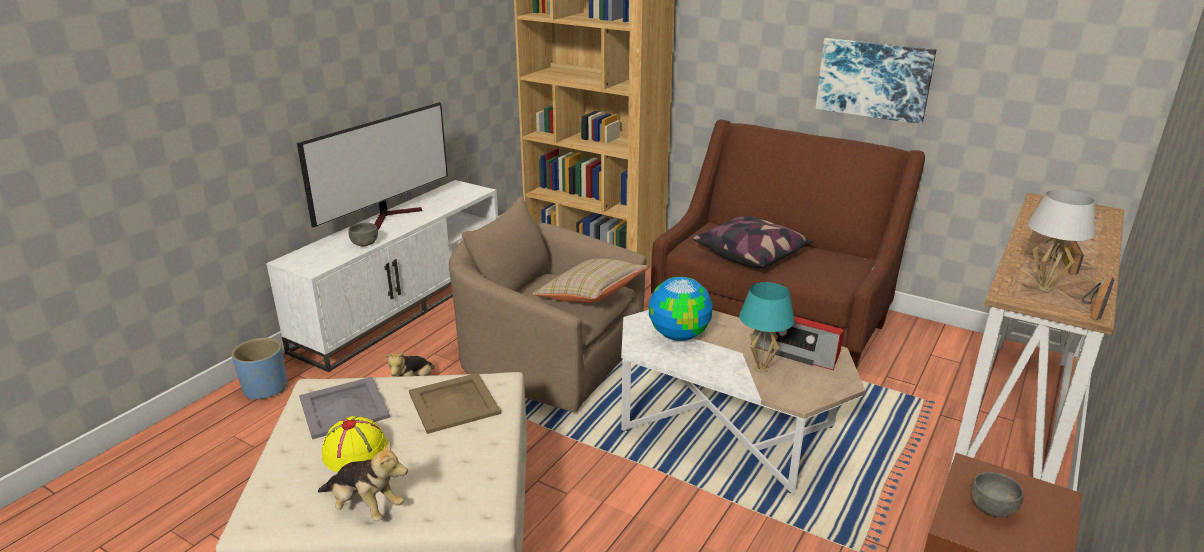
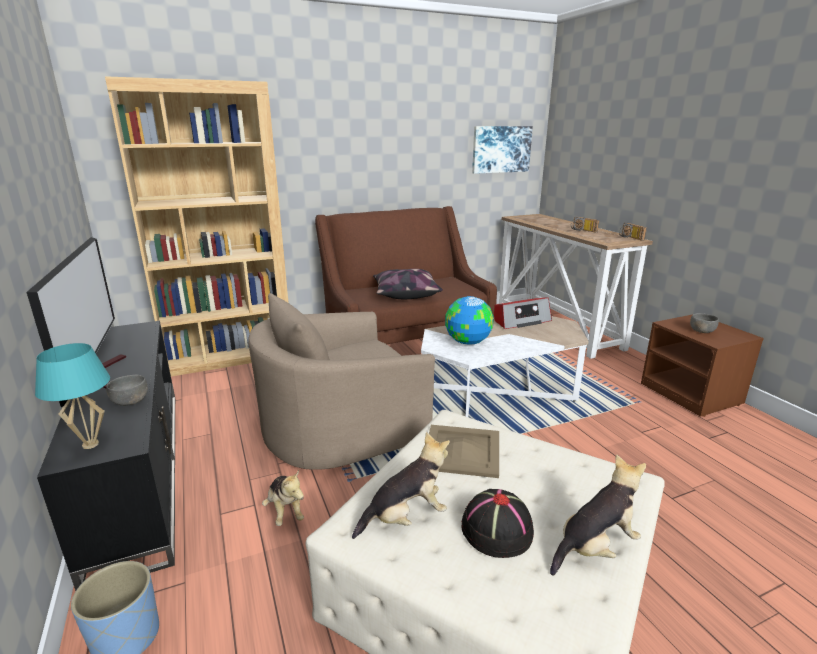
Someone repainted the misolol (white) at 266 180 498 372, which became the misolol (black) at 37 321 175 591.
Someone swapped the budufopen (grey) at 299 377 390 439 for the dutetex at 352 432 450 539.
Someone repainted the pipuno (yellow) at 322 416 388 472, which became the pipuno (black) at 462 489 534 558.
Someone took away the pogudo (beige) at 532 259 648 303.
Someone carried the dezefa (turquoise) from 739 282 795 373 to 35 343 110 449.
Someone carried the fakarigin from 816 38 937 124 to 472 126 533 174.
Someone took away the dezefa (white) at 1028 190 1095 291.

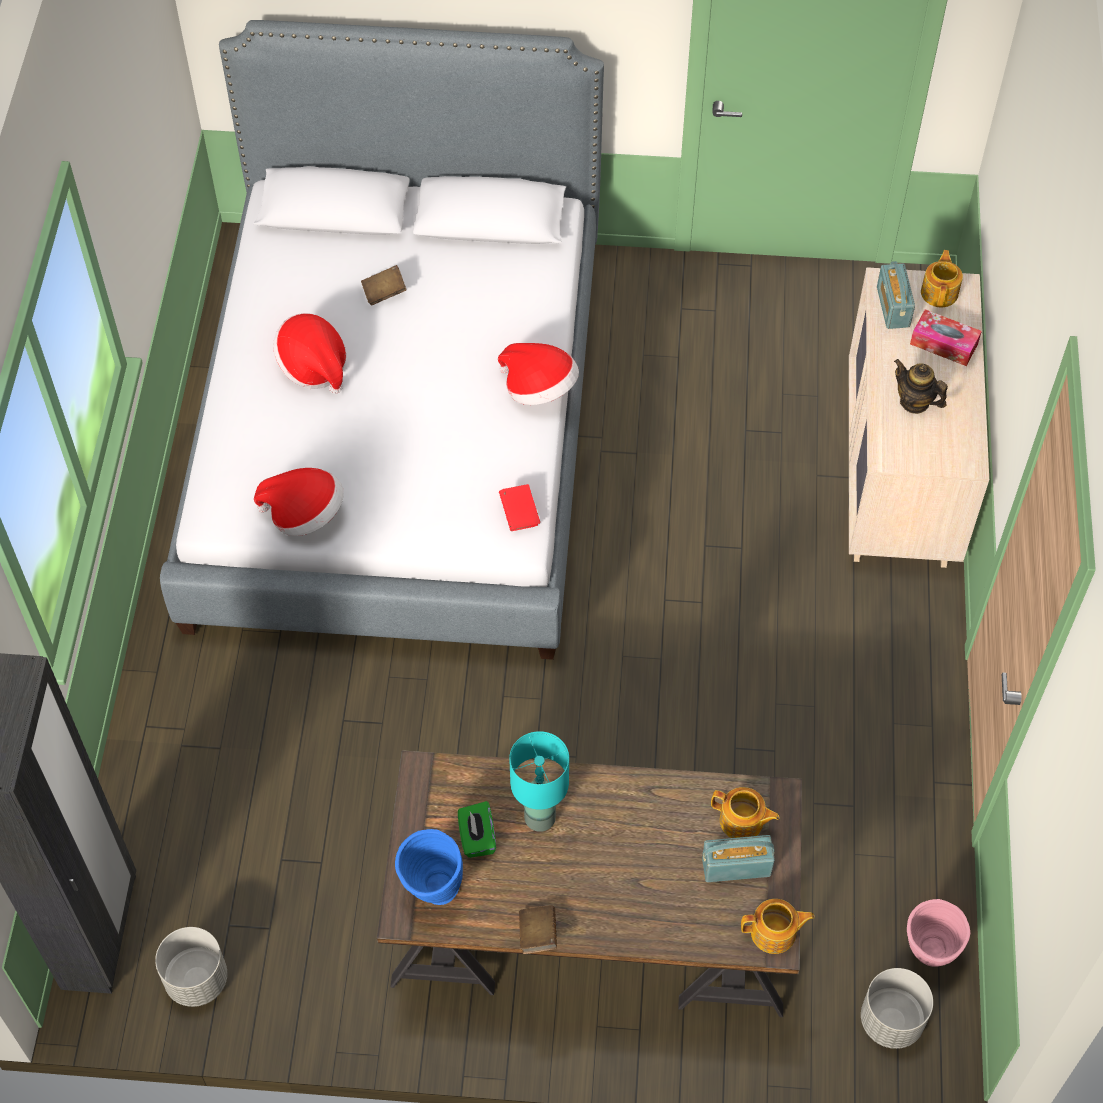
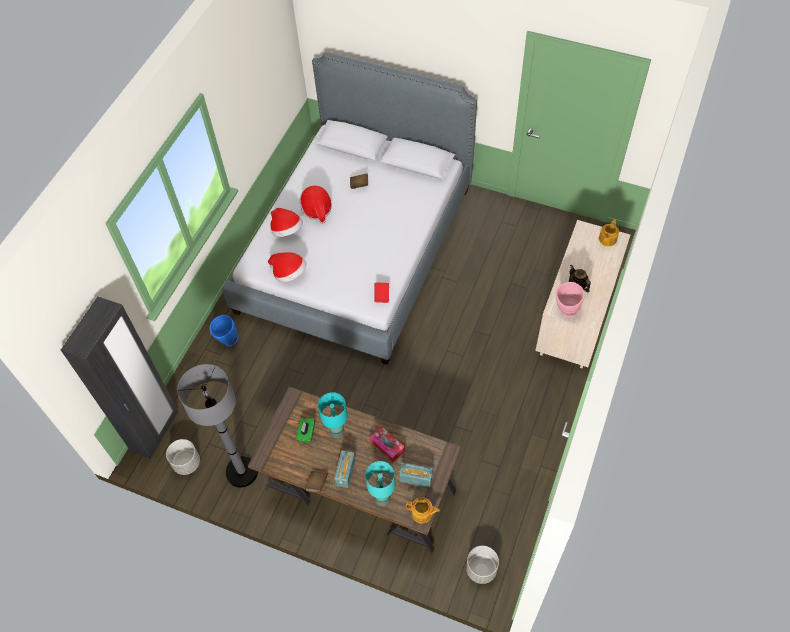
Someone carried the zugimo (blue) from 395 829 463 905 to 210 315 238 346.
Someone carried the pipuno from 498 343 579 405 to 271 208 303 237.
Someone took away the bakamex at 711 787 780 838.
Someone carried the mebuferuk from 877 261 915 329 to 334 450 356 488.
Someone carried the zugimo (pink) from 907 899 970 967 to 556 282 585 317.
Someone carried the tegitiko from 910 309 982 366 to 369 426 405 463.
Someone put down the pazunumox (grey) at 177 364 258 488.
Someone put down the dezefa (turquoise) at 365 461 395 506.

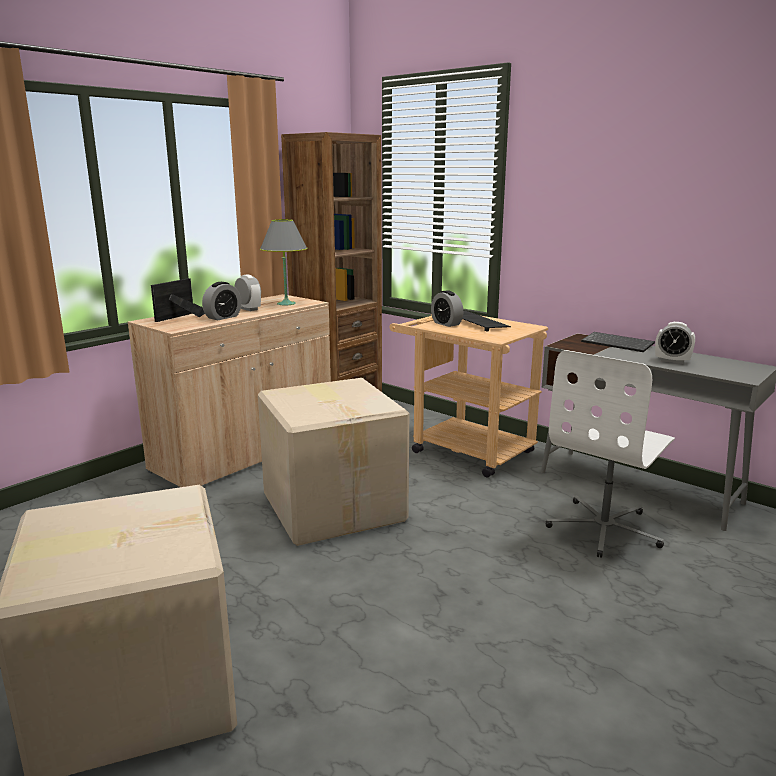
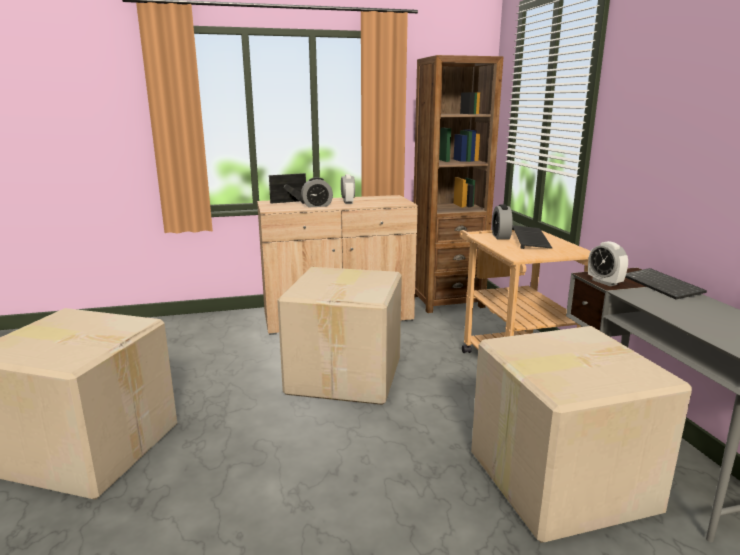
Someone took away the dezefa (grey) at 260 219 307 305.
Someone swapped the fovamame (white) at 545 350 675 558 for the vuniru at 471 326 692 543.
Someone carried the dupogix from 655 322 695 364 to 588 241 628 286.

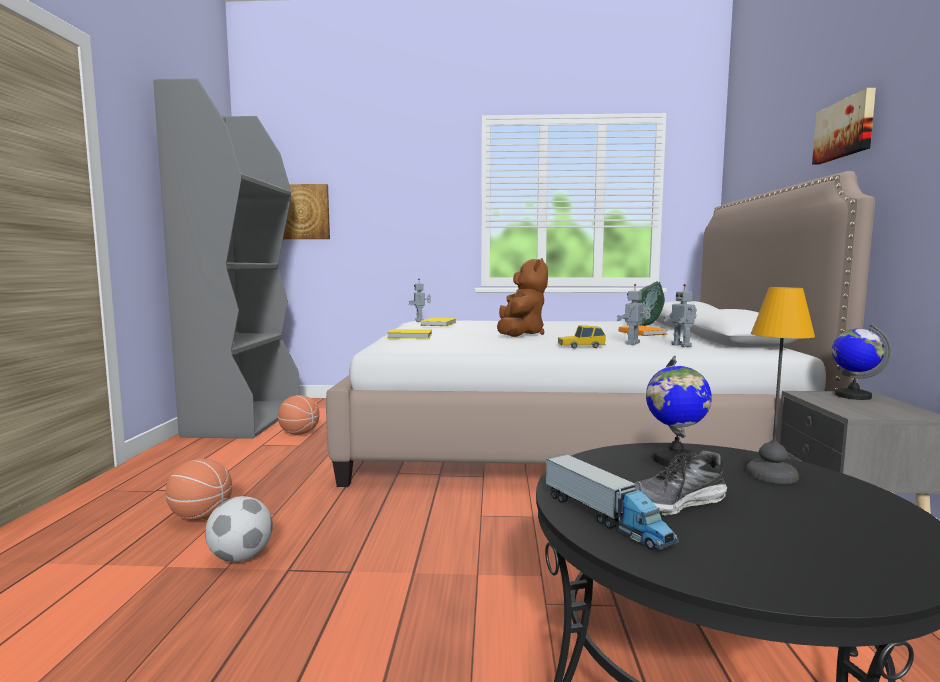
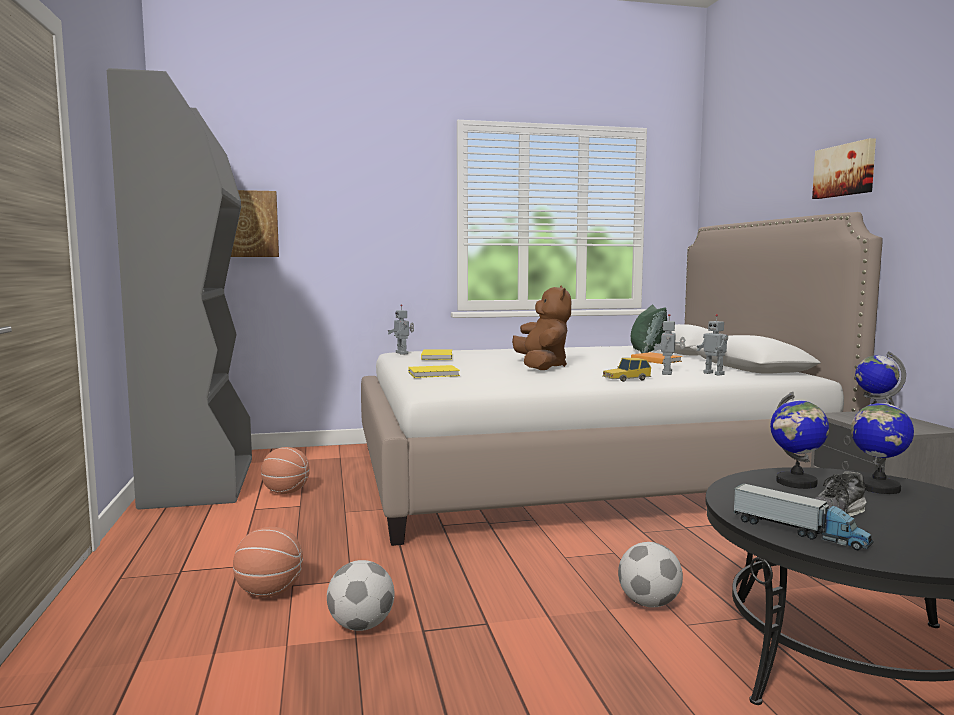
Someone swapped the dezefa at 746 287 815 484 for the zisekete at 851 395 914 494.
Someone put down the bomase at 618 542 683 607.

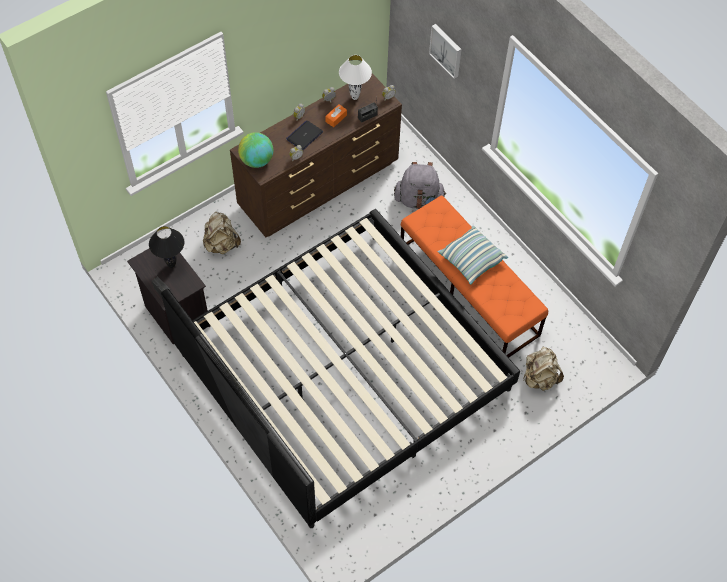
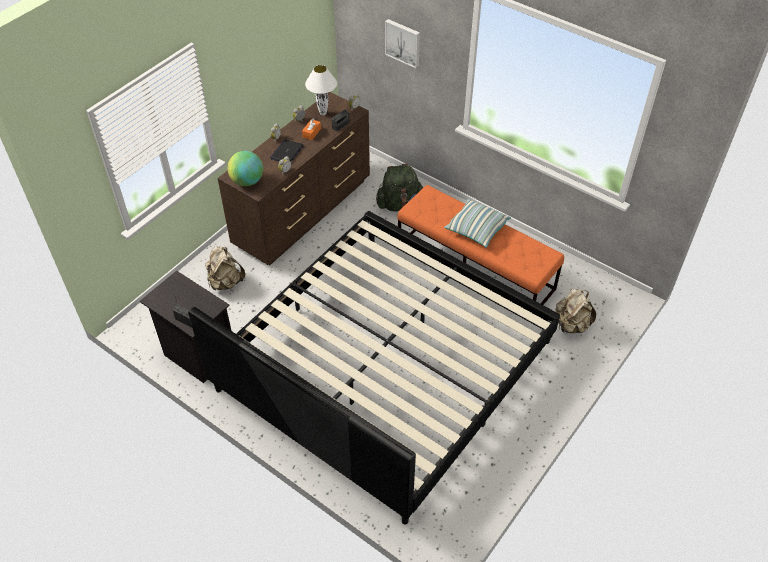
Someone took away the dezefa (black) at 149 226 184 268.
Someone repainted the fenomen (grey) at 394 162 446 209, which became the fenomen (green) at 376 164 423 211.

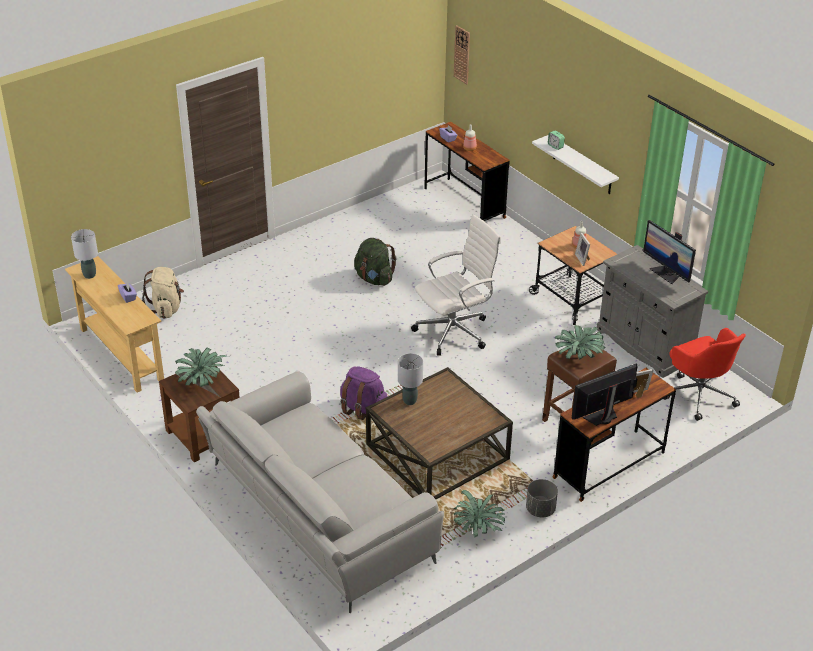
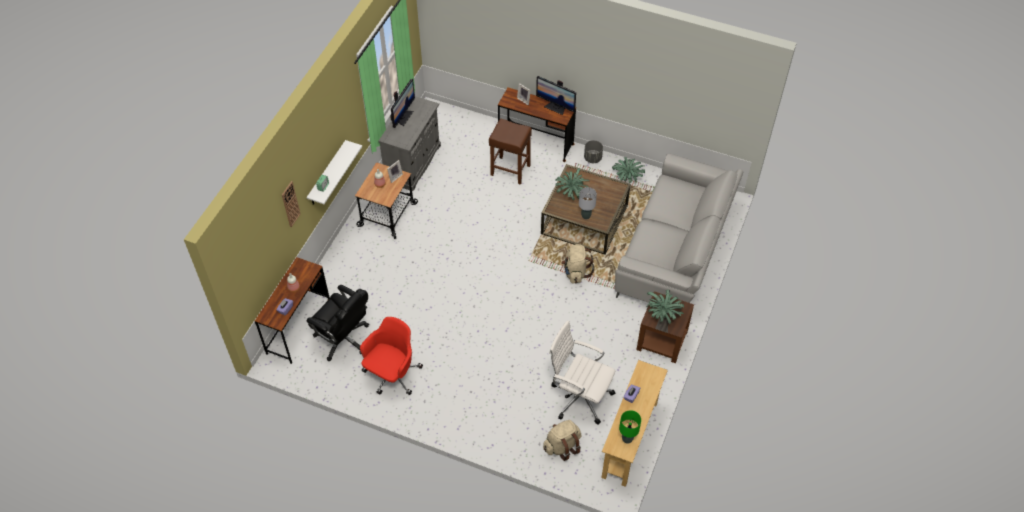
Someone repainted the dezefa (grey) at 71 229 98 279, which became the dezefa (green) at 619 410 641 444.
Someone repainted the fenomen (purple) at 340 366 388 420, which became the fenomen (beige) at 562 244 594 283.
Someone took away the fenomen (green) at 354 238 397 286.
Someone carried the fovamame (white) from 411 214 501 356 to 549 321 616 424.
Someone carried the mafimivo from 454 25 470 84 to 282 181 301 227.
Someone carried the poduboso from 555 325 605 360 to 555 168 589 200.
Someone carried the fovamame (red) from 664 328 746 421 to 360 317 423 395.
Someone put down the fovamame (black) at 307 285 369 361.

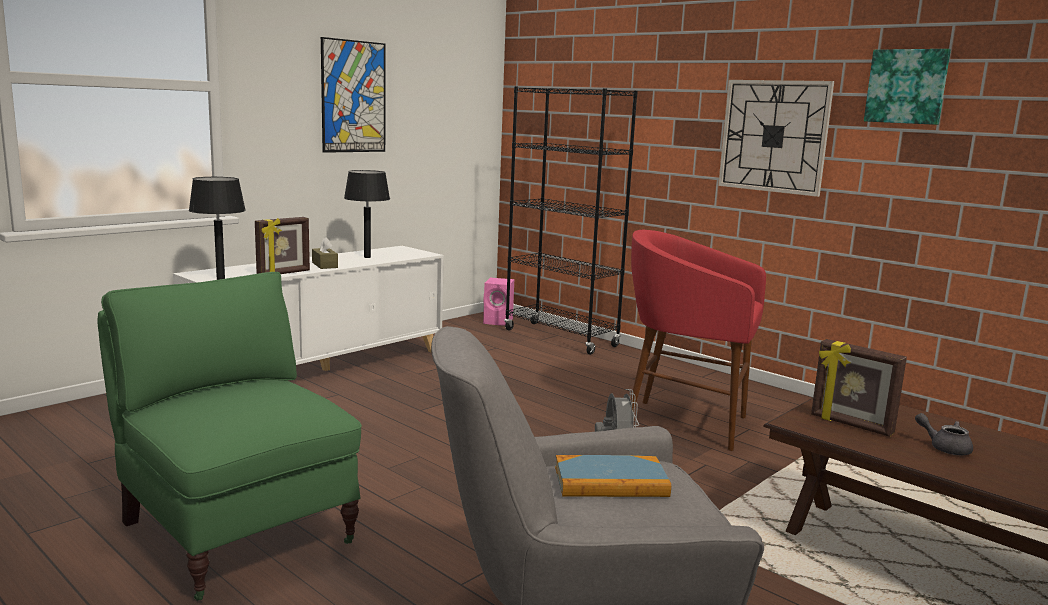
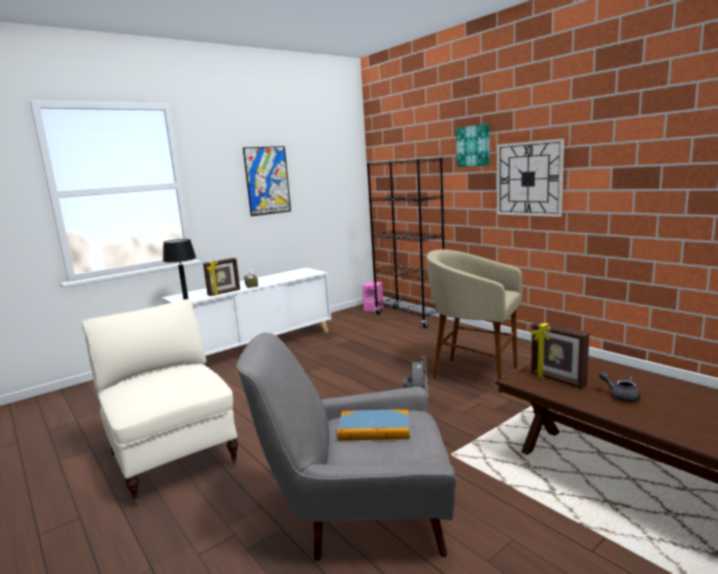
Someone repainted the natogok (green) at 97 272 362 601, which became the natogok (beige) at 82 299 238 504.
Someone took away the dezefa (black) at 344 170 390 258.
Someone repainted the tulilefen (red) at 631 230 766 451, which became the tulilefen (beige) at 427 250 522 393.
Someone carried the fakarigin from 864 49 951 125 to 456 124 490 167.

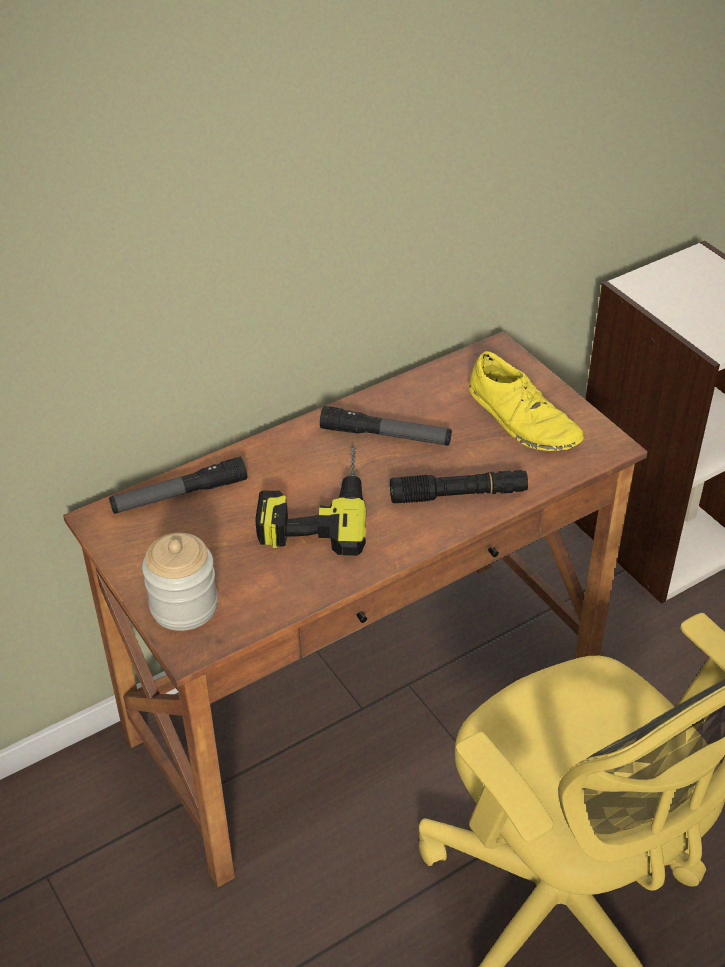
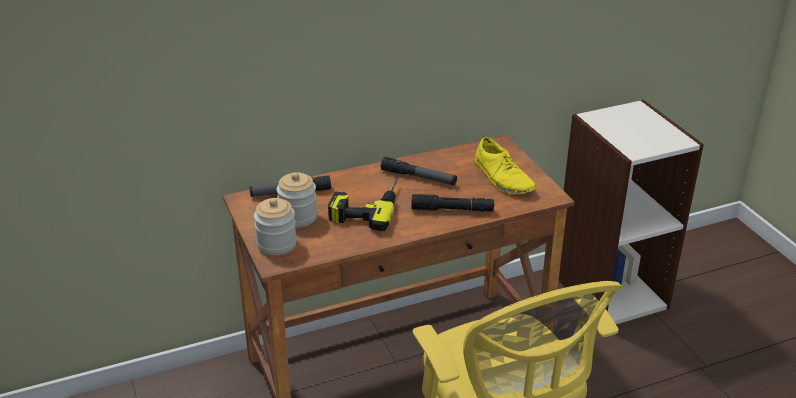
Someone put down the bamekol at 277 172 317 228.

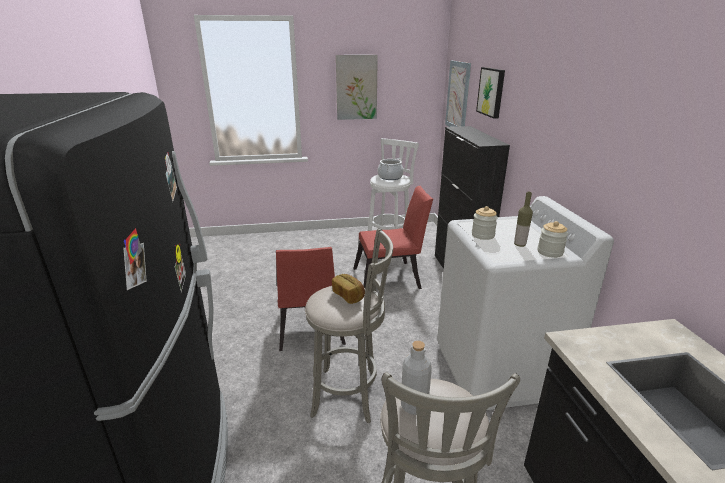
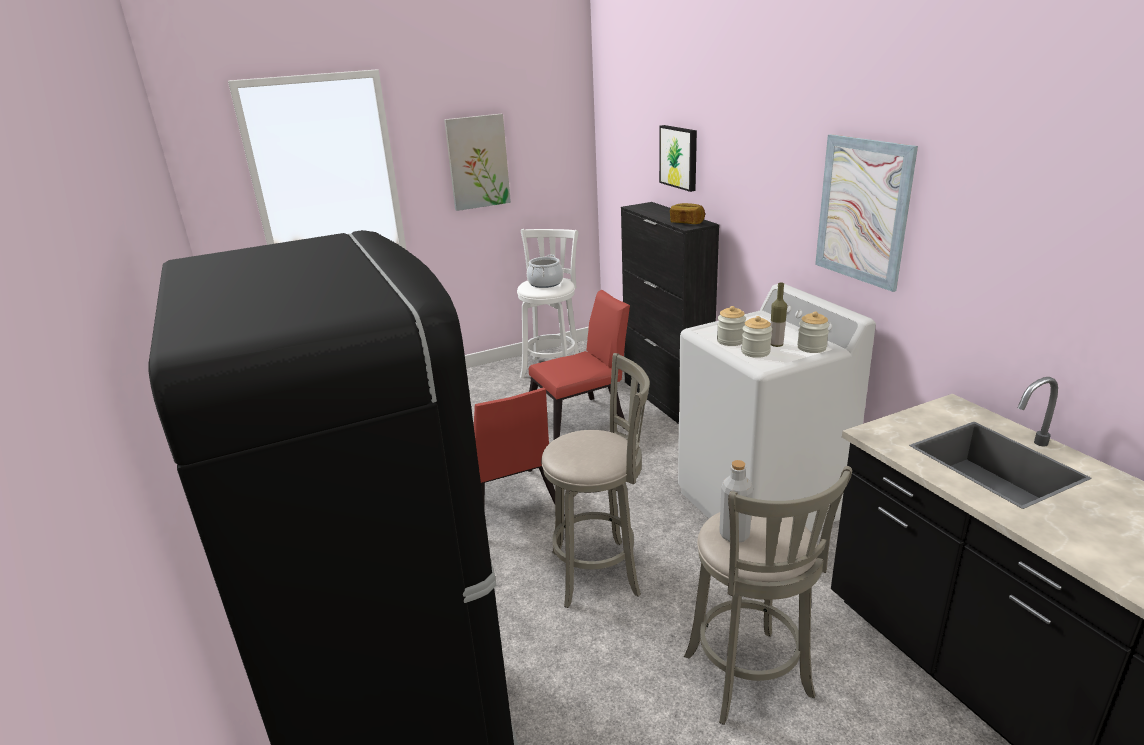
Someone carried the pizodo from 332 274 365 304 to 670 203 705 224.
Someone carried the fakarigin from 445 61 471 127 to 815 134 918 292.
Someone put down the bamekol at 741 316 772 358.

